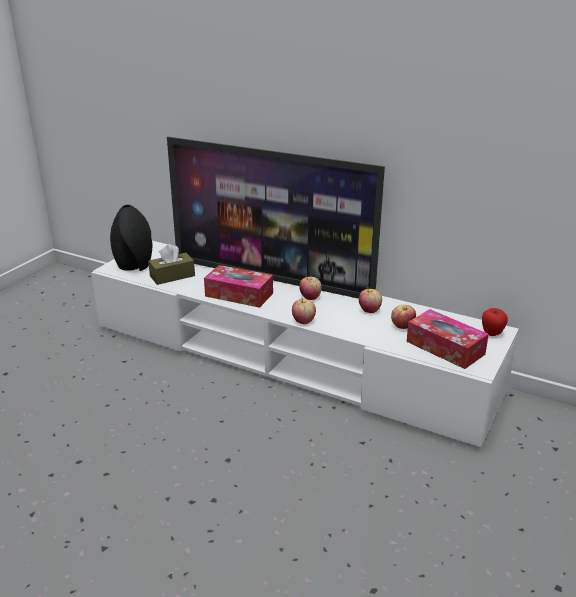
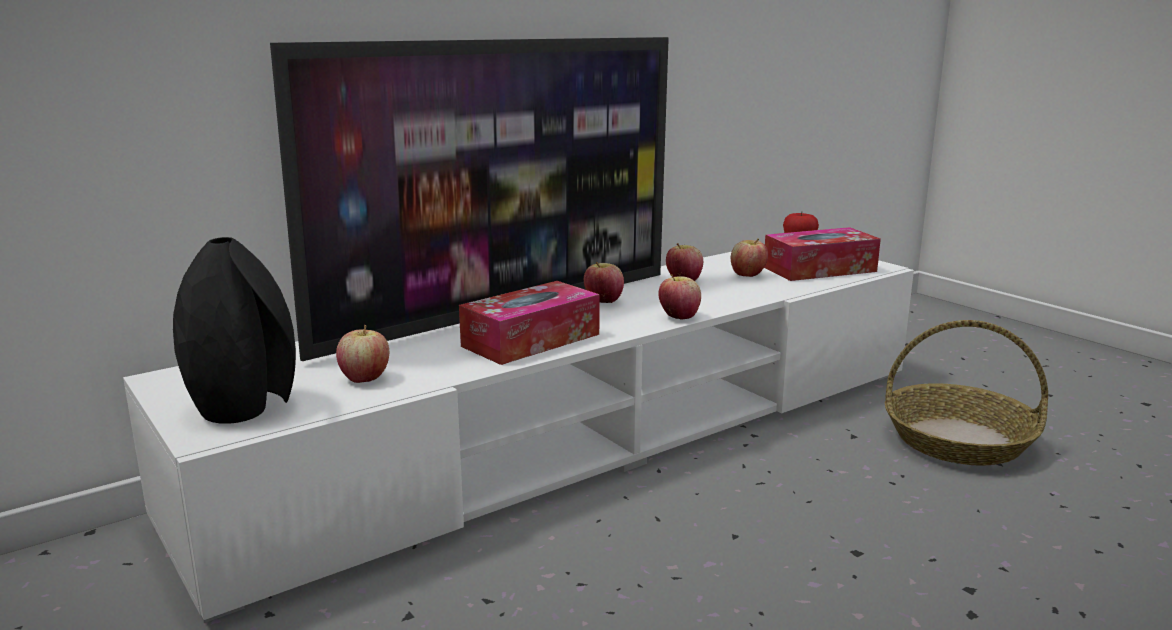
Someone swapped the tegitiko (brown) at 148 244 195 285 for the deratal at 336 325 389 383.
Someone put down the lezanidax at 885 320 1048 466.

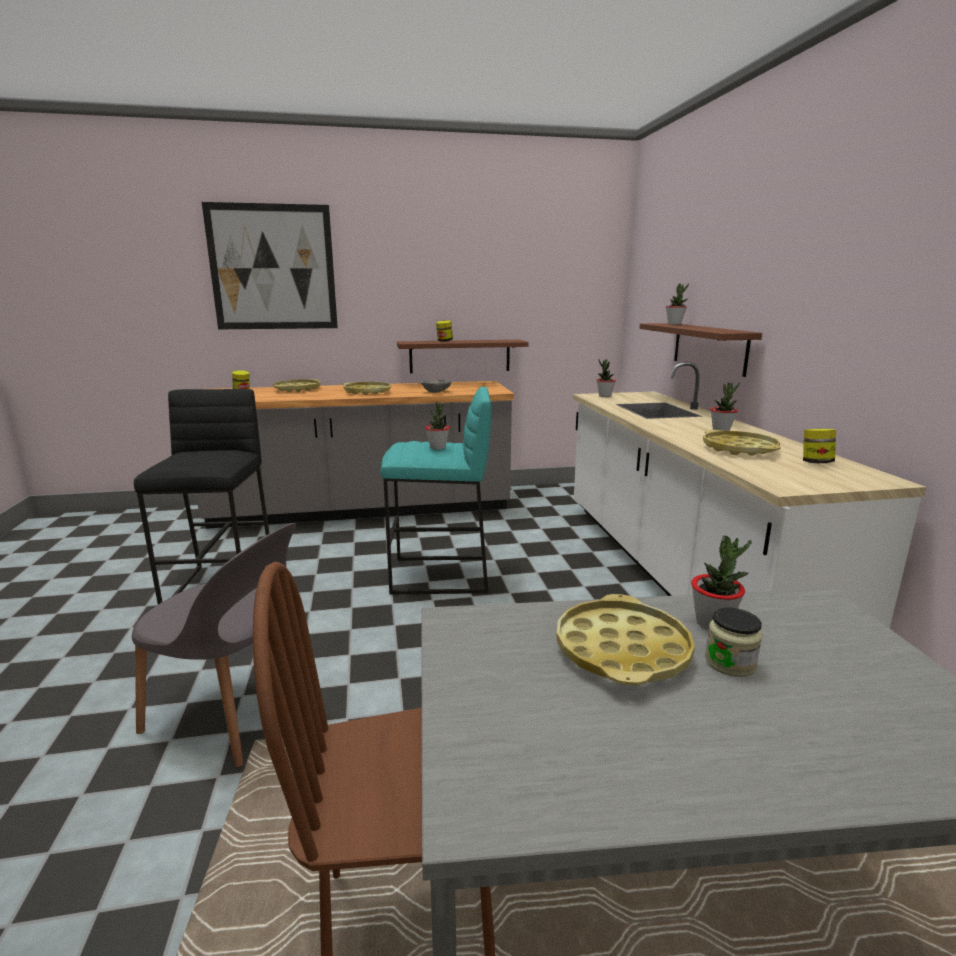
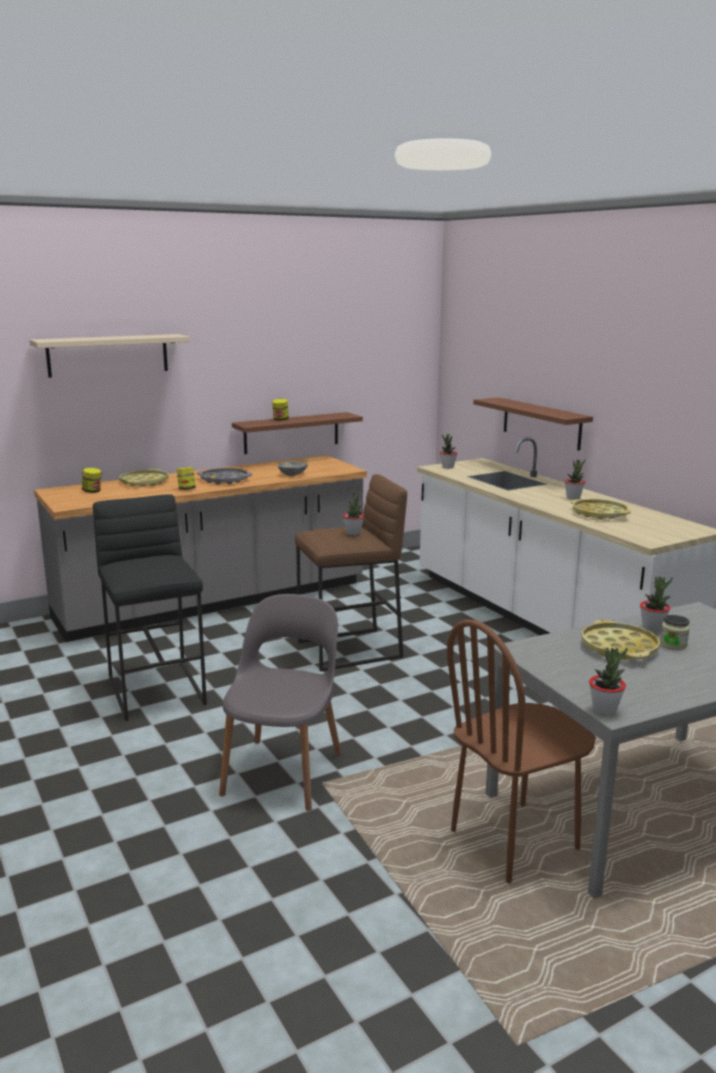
Someone rotated the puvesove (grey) at 132 523 296 767 by 75 degrees counterclockwise.
Someone swapped the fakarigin at 202 202 338 329 for the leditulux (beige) at 30 334 190 378.
Someone repainted the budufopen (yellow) at 344 382 392 395, which became the budufopen (grey) at 197 468 252 485.
Someone repainted the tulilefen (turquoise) at 380 387 492 594, which became the tulilefen (brown) at 295 474 407 672.
Someone carried the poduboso from 666 283 689 325 to 589 647 628 716.
Someone carried the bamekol from 803 429 836 463 to 176 467 196 490.

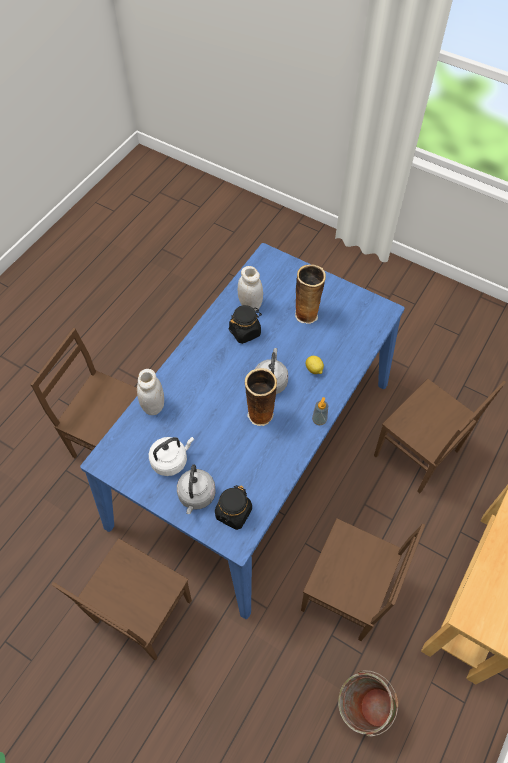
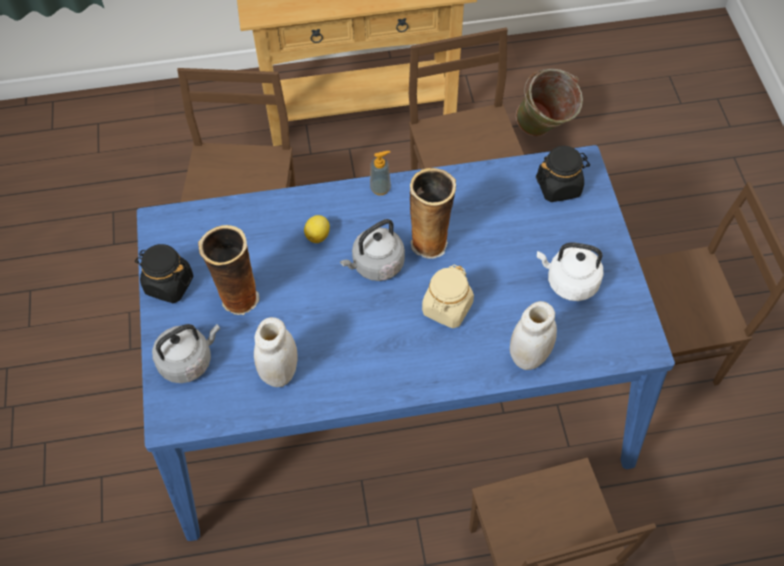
Someone carried the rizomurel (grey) from 177 465 216 514 to 152 324 220 383.
Someone carried the bamekol (black) from 229 305 262 344 to 135 244 194 303.
Someone put down the bamekol (beige) at 422 265 474 328.

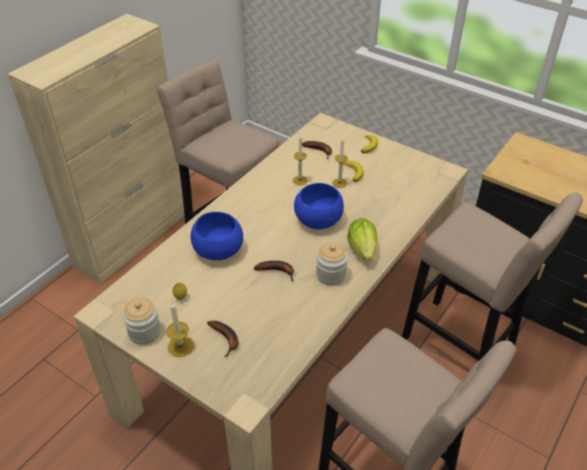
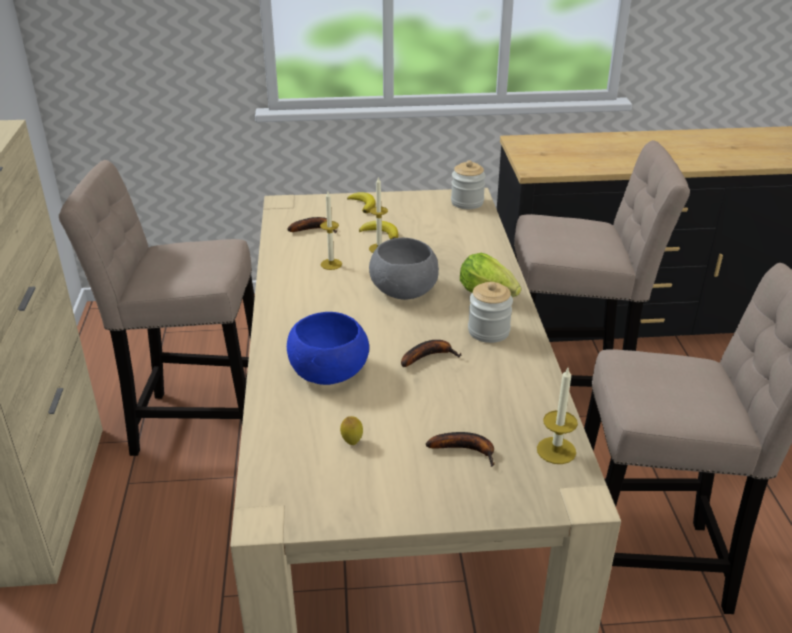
Someone carried the bamekol from 123 298 161 345 to 451 160 486 209.
Someone carried the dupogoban from 166 302 194 357 to 537 366 578 464.
Someone repainted the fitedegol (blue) at 294 183 344 229, which became the fitedegol (grey) at 369 238 439 300.

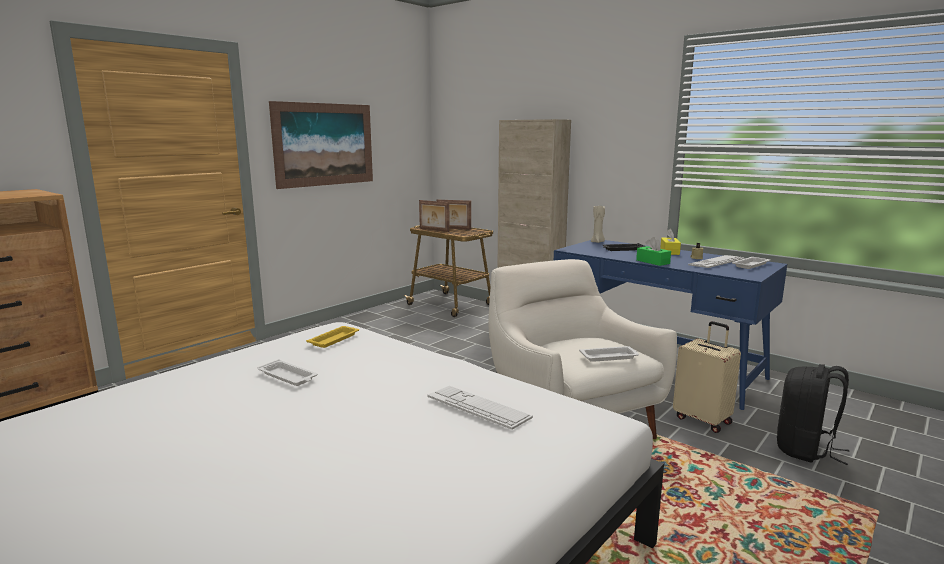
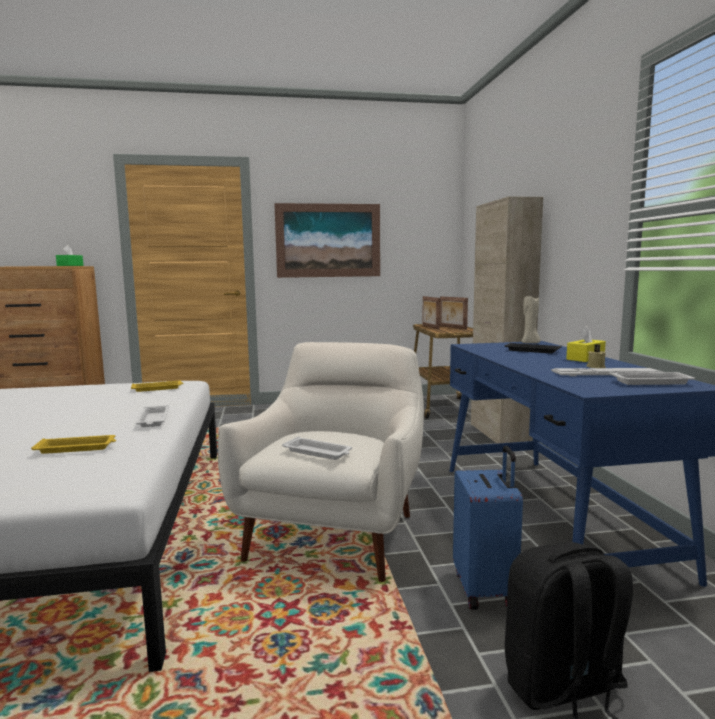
Someone carried the budufopen (white) from 258 359 317 386 to 136 405 169 427.
Someone swapped the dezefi at 427 386 533 430 for the budufopen (yellow) at 31 435 116 454.
Someone carried the tegitiko (green) from 636 237 671 266 to 56 245 84 266.
Someone repainted the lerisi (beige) at 673 321 741 433, which became the lerisi (blue) at 453 446 523 610.

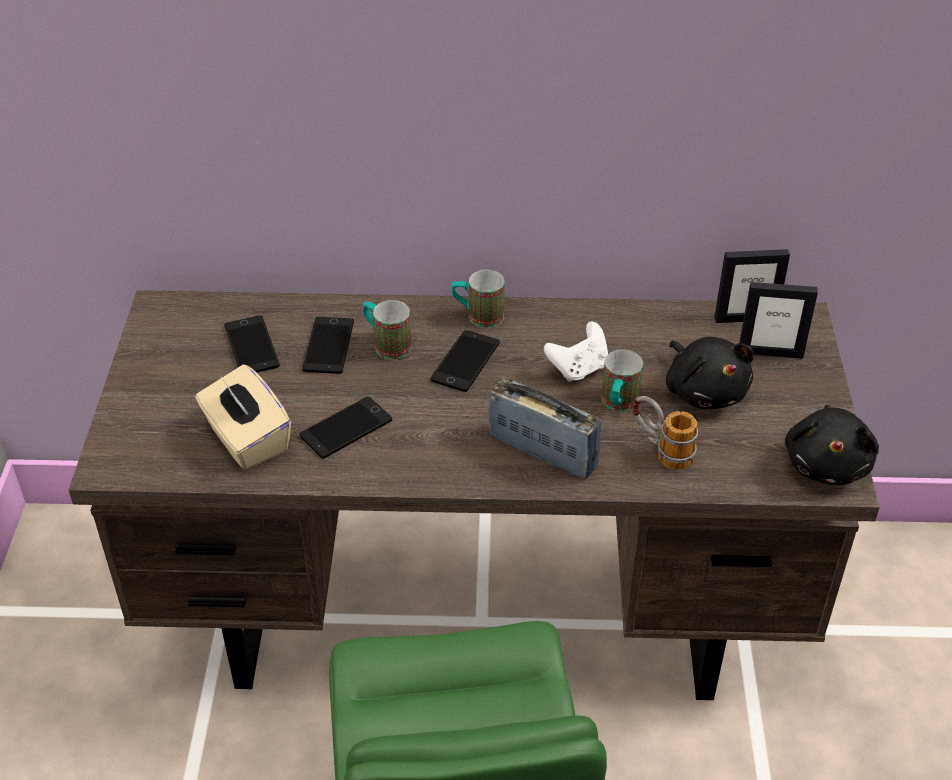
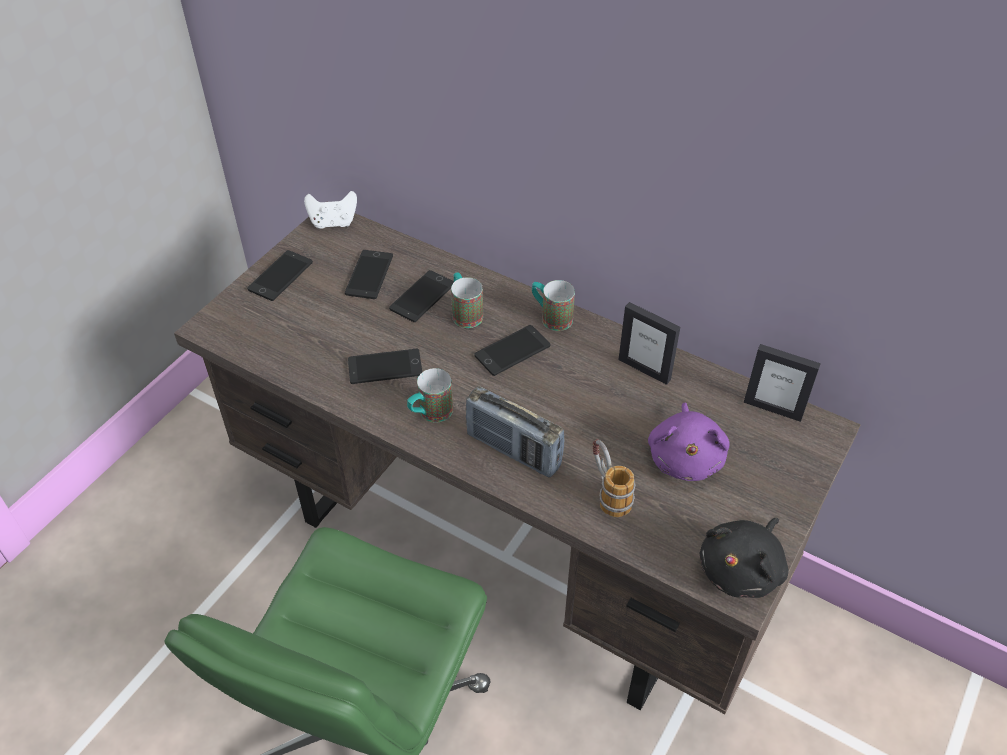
Someone took away the tegitiko (beige) at 195 364 291 470.
Someone rotated the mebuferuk at 488 377 601 479 by 150 degrees clockwise.
Someone carried the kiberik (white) from 544 321 608 382 to 304 191 357 229.
Someone carried the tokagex from 601 350 643 411 to 407 368 453 423.
Someone repainted the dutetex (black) at 666 337 754 409, which became the dutetex (purple) at 648 403 729 481.
Someone carried the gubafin from 739 282 818 359 to 618 302 680 385.
Someone put down the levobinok at 247 250 313 301.

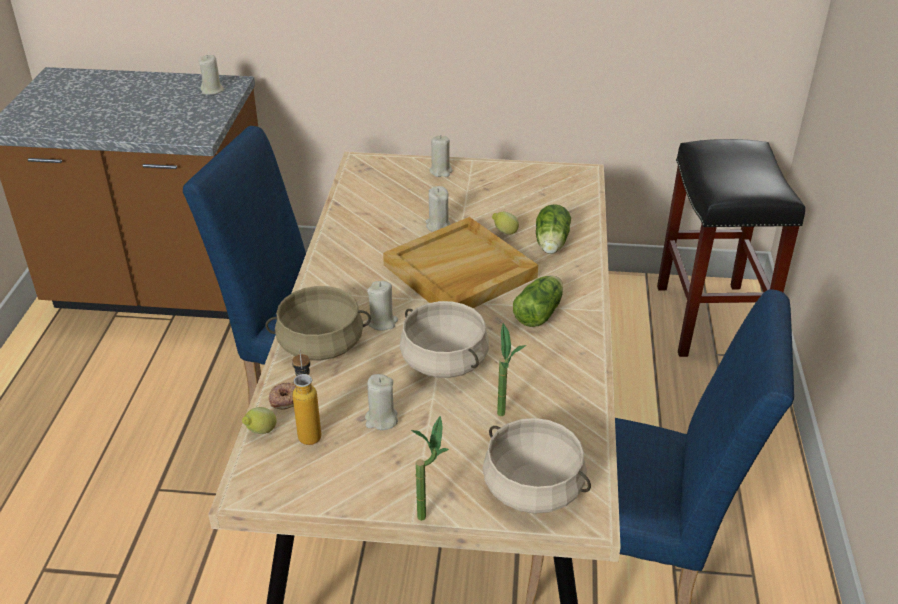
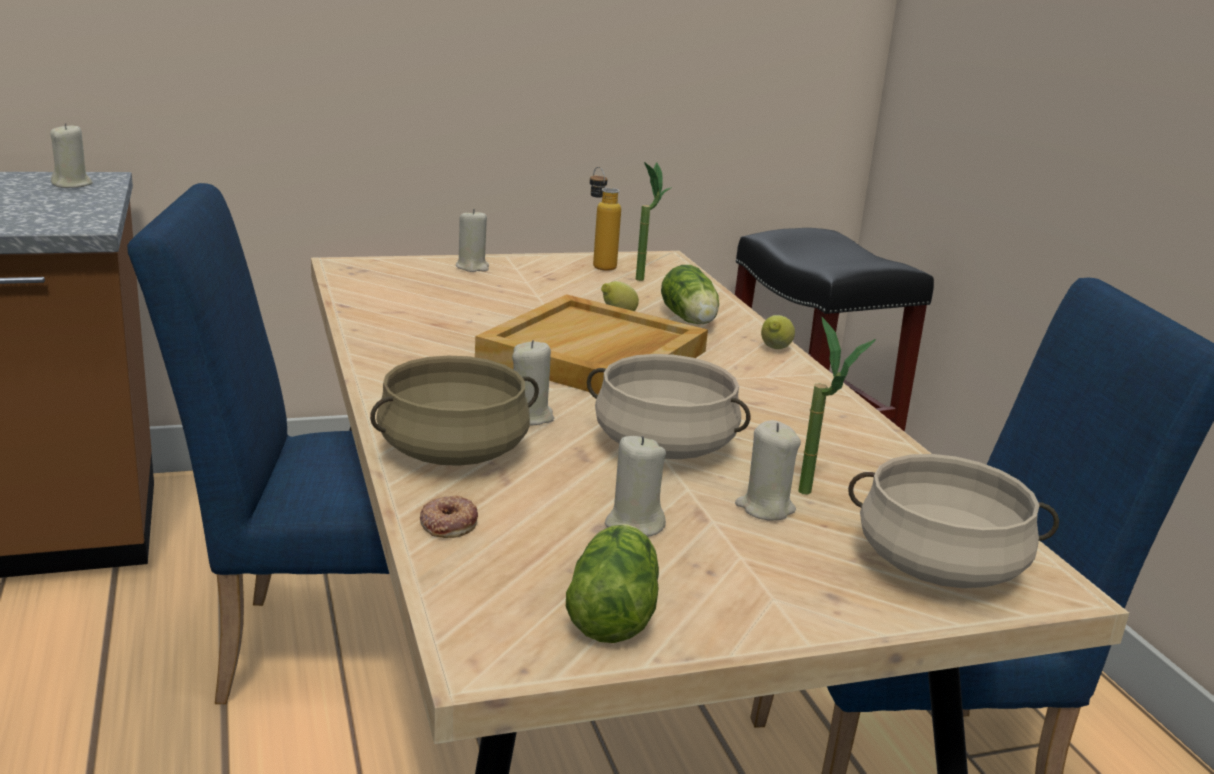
Someone carried the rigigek from 242 407 276 434 to 761 315 795 349.
Someone carried the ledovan from 292 349 321 445 to 590 167 621 271.
Someone carried the poduboso from 411 416 449 521 to 636 162 672 281.
Someone carried the dupogoban (beige) from 426 186 450 232 to 735 420 801 520.
Someone carried the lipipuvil from 513 275 563 327 to 566 524 659 643.

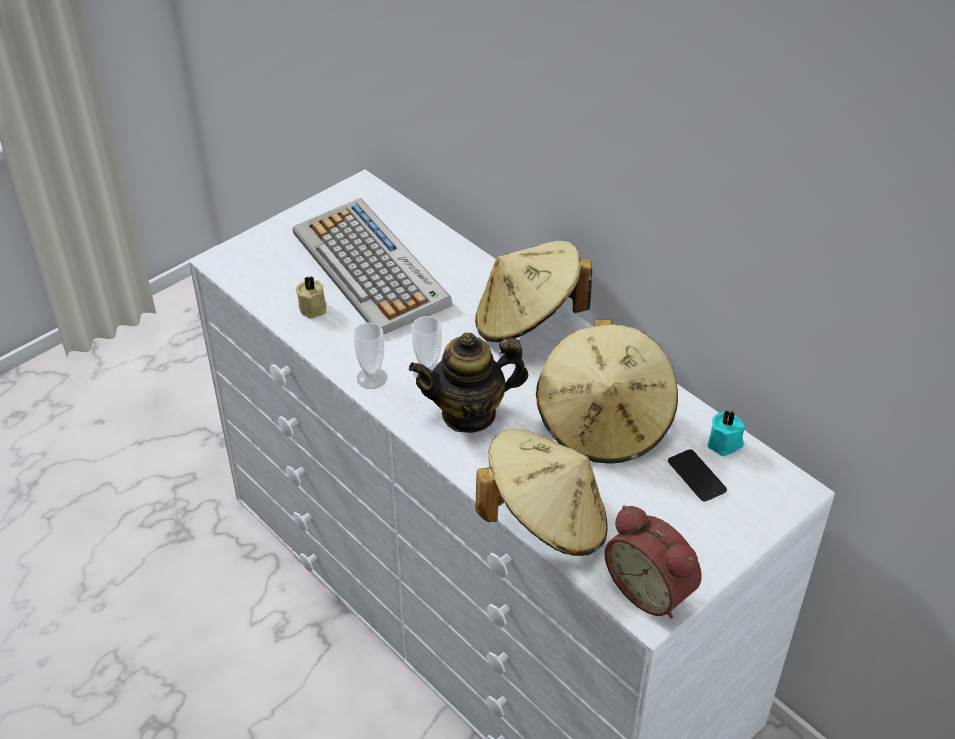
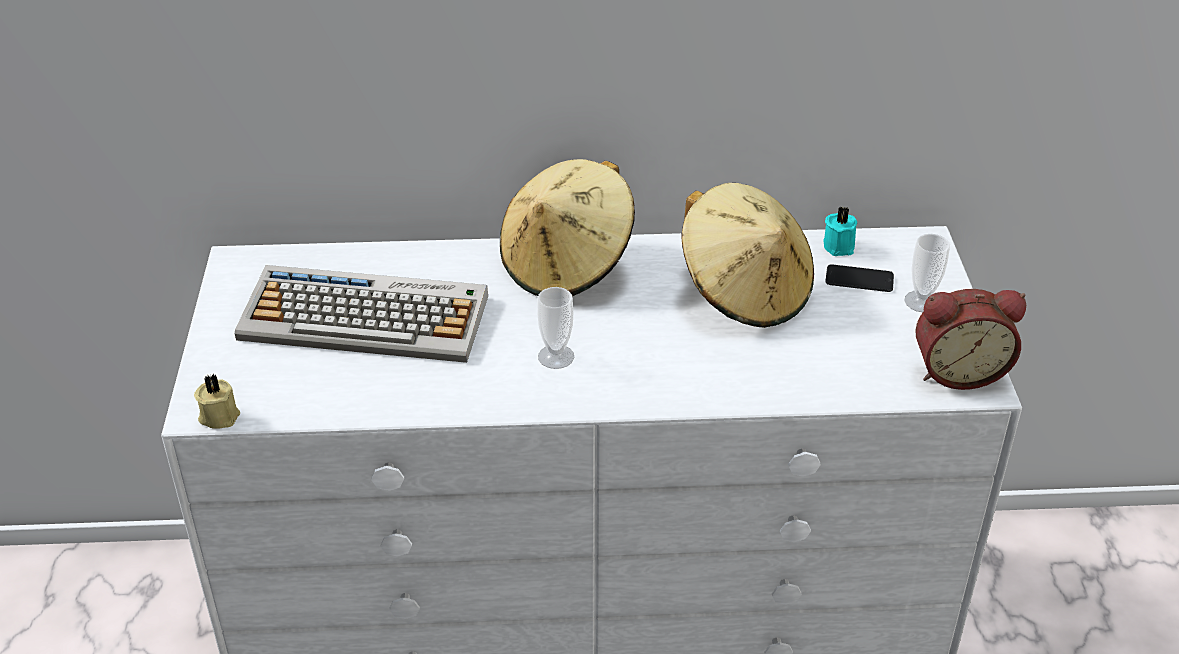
Someone carried the dupogoban (beige) from 296 276 326 319 to 194 374 240 429.
Someone carried the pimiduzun from 354 322 387 389 to 904 234 950 312.
Someone took away the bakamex at 409 333 528 433.
Someone took away the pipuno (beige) at 476 429 608 556.

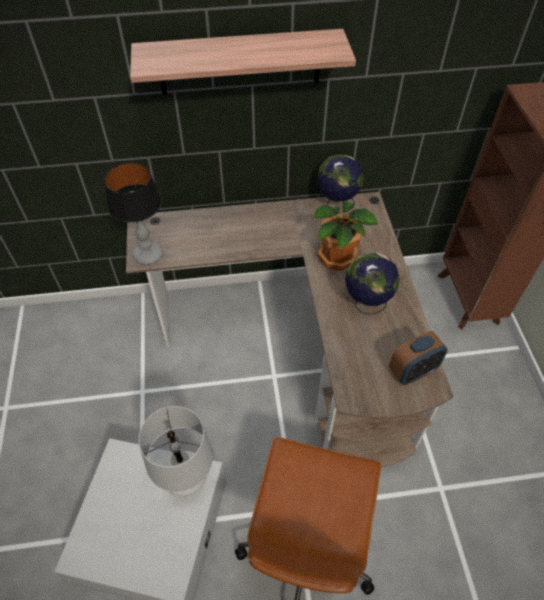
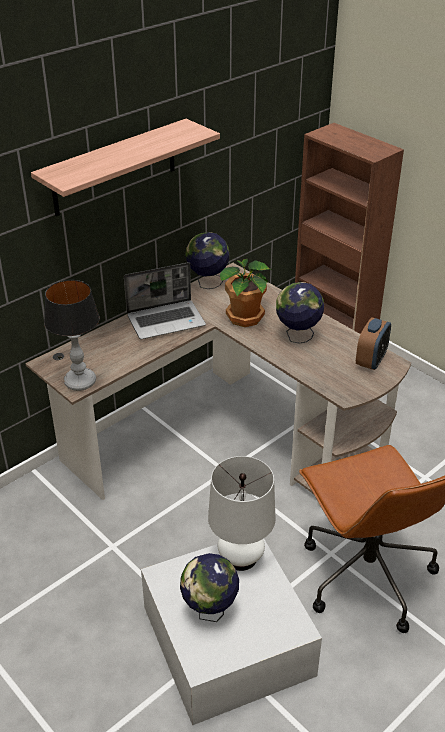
Someone put down the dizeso at 124 262 206 339.
Someone put down the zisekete at 180 553 239 622.

